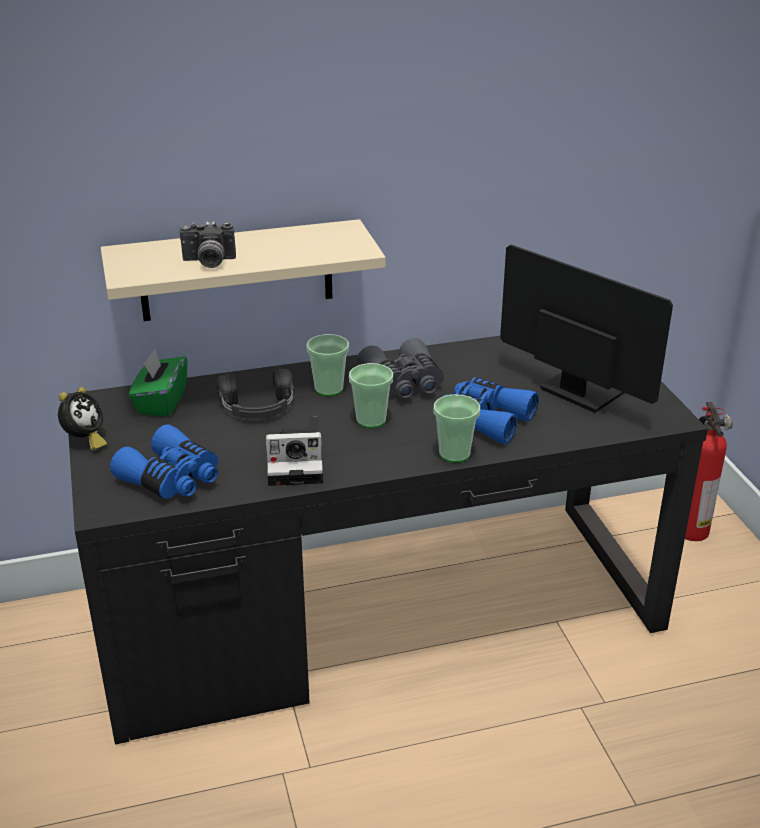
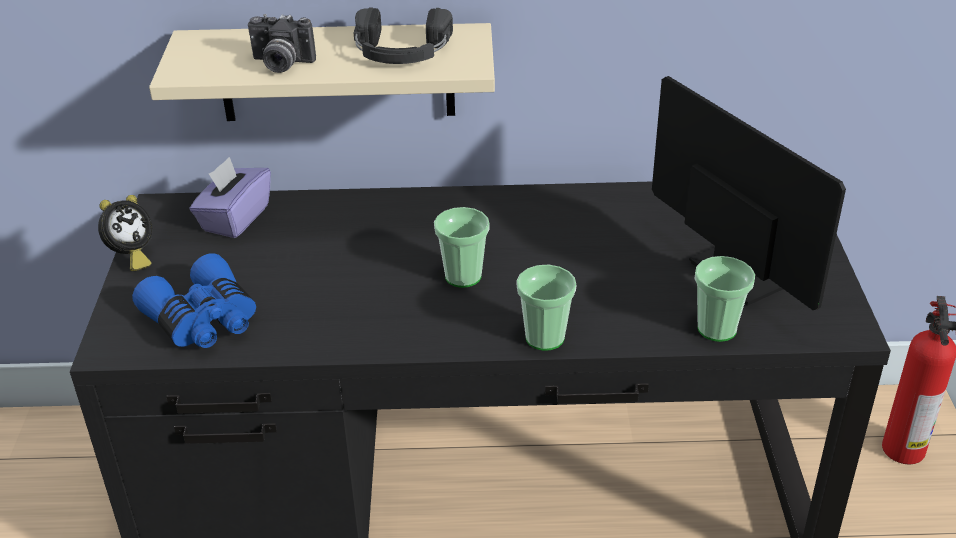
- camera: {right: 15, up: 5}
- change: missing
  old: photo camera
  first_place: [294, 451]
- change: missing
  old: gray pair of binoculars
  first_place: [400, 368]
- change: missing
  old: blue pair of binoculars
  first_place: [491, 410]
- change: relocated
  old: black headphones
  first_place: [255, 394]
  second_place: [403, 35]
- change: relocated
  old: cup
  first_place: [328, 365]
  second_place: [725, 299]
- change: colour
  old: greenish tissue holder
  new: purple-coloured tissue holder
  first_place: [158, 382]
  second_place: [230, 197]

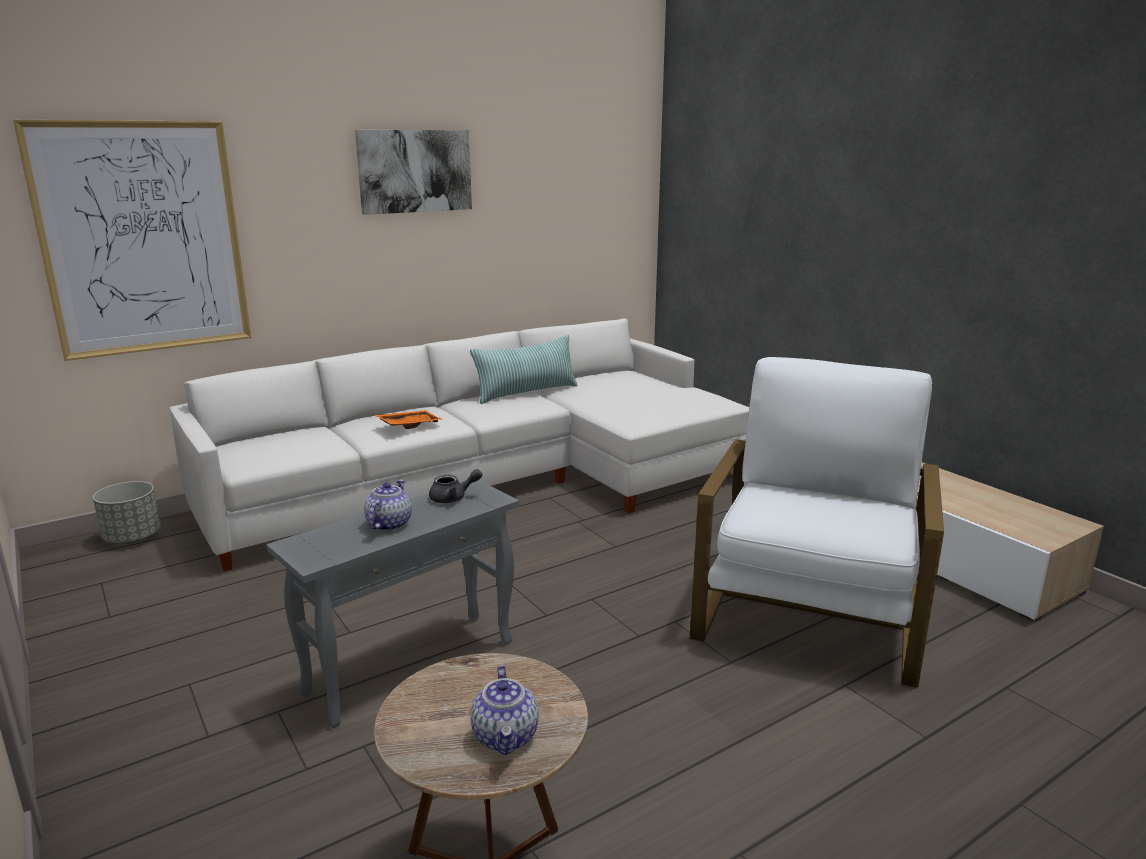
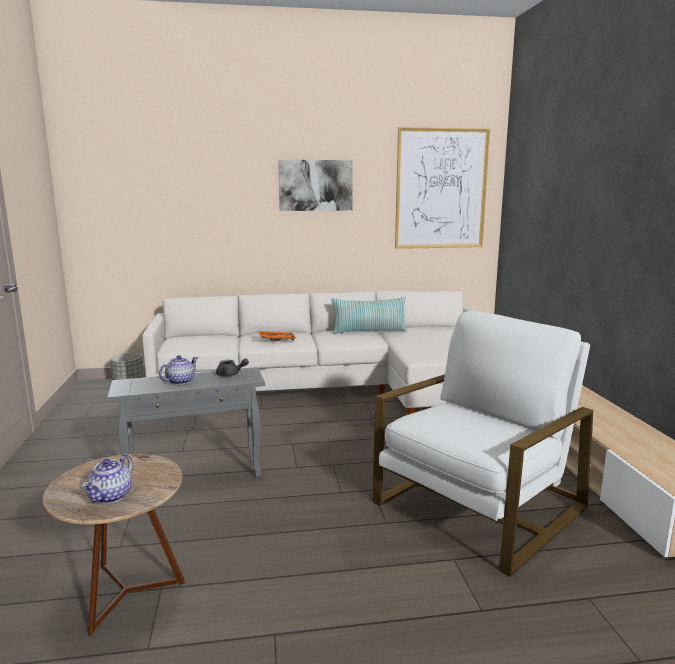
- camera: {right: 25, up: -5}
- change: relocated
  old: wall art
  first_place: [132, 240]
  second_place: [442, 188]

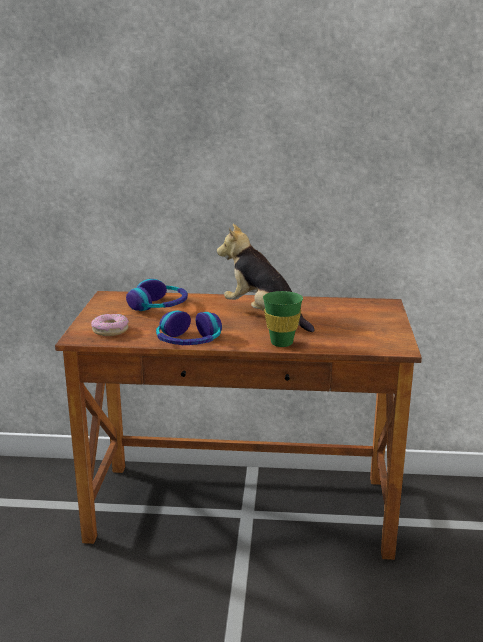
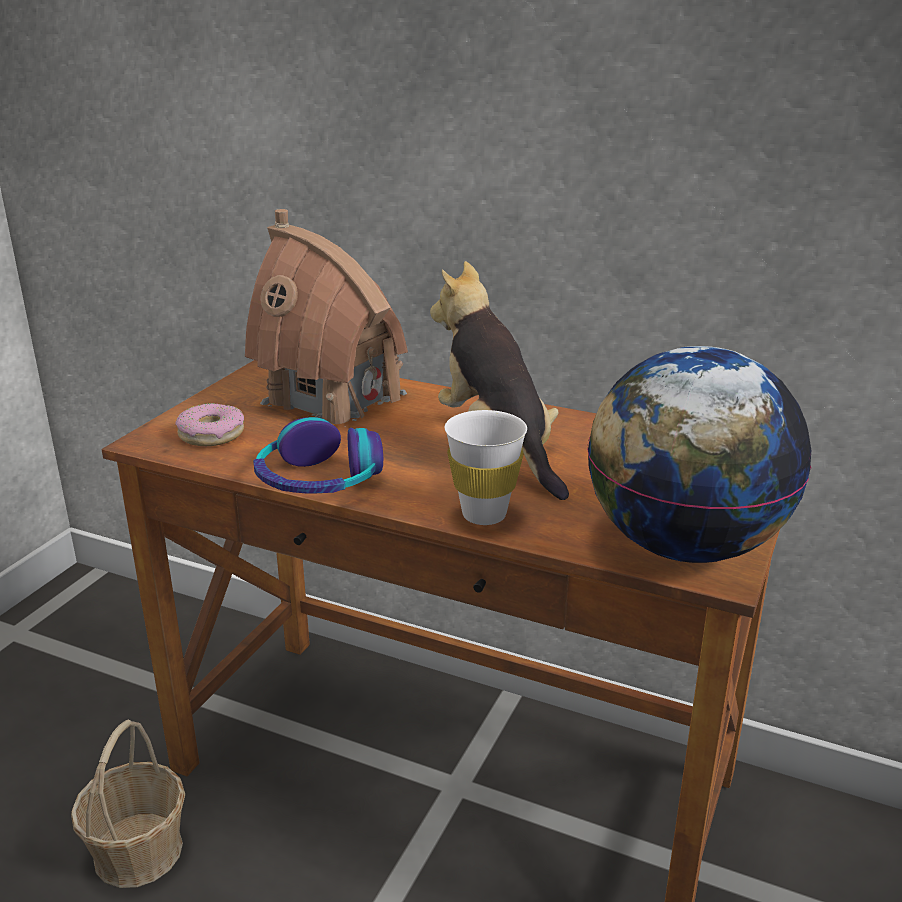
- camera: {right: 20, up: 5}
- change: appeared
  new: storage basket
  second_place: [128, 804]
- change: appeared
  new: desk globe
  second_place: [699, 454]
- change: exchanged
  old: headphones
  new: toy house
  first_place: [157, 295]
  second_place: [326, 318]
- change: colour
  old: greenish cup
  new: whitish cup
  first_place: [283, 319]
  second_place: [486, 467]

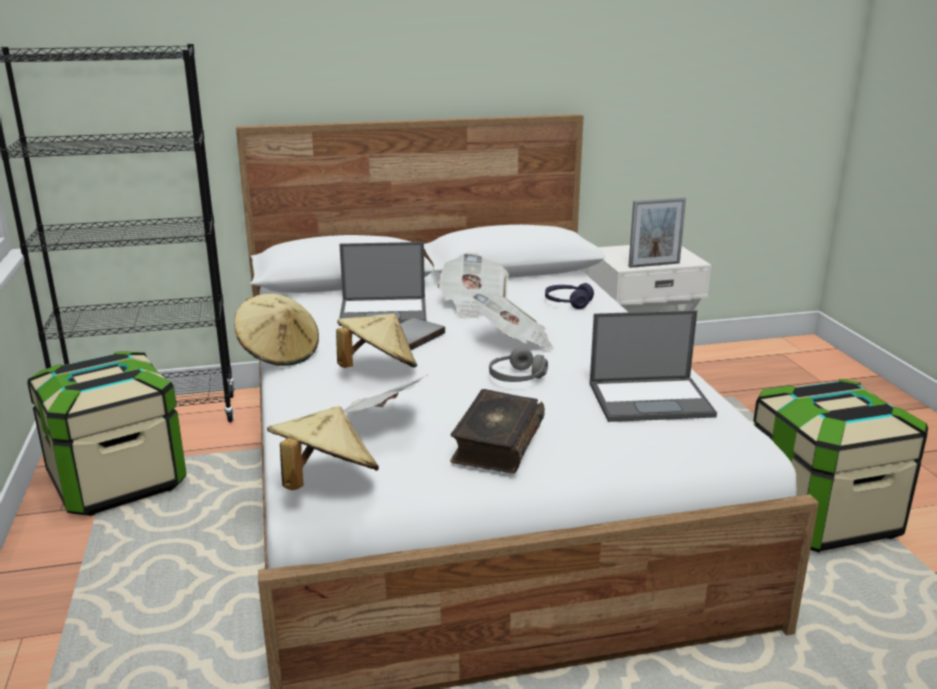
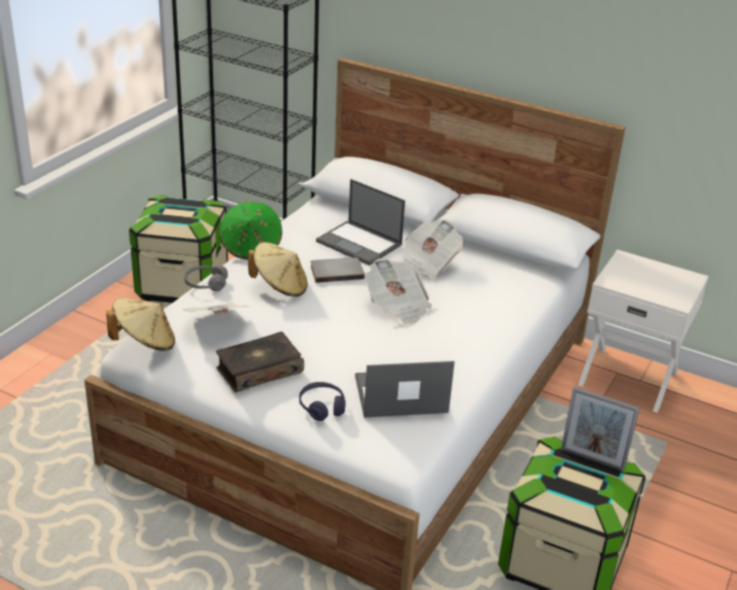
- camera: {right: 40, up: 10}
- change: relocated
  old: gray headphones
  first_place: [518, 364]
  second_place: [206, 278]
- change: relocated
  old: purple-coloured headphones
  first_place: [569, 296]
  second_place: [322, 401]
- change: relocated
  old: picture frame
  first_place: [657, 233]
  second_place: [600, 429]
- change: colour
  old: beige clothing hat
  new: greenish clothing hat
  first_place: [276, 330]
  second_place: [250, 230]
- change: spun
  old: laptop
  first_place: [653, 366]
  second_place: [405, 389]
  degrees: 135

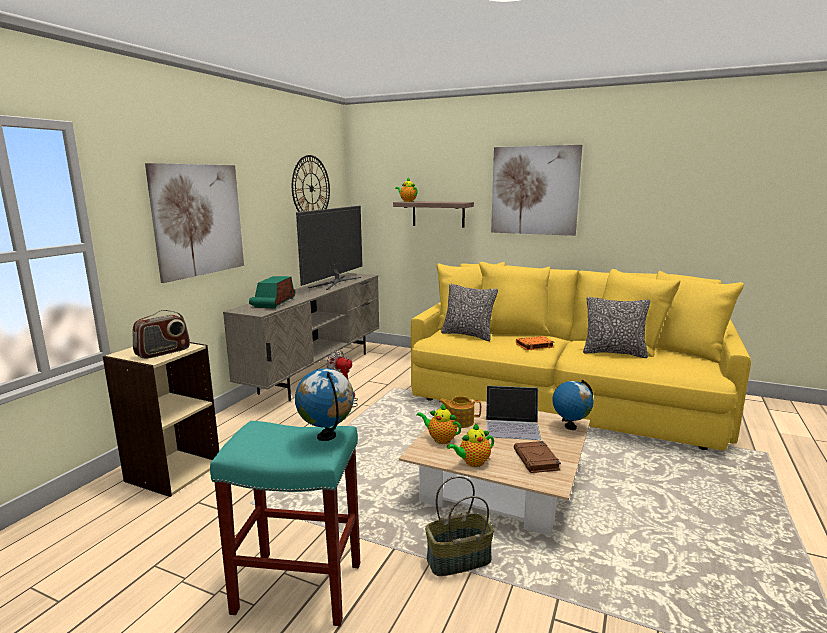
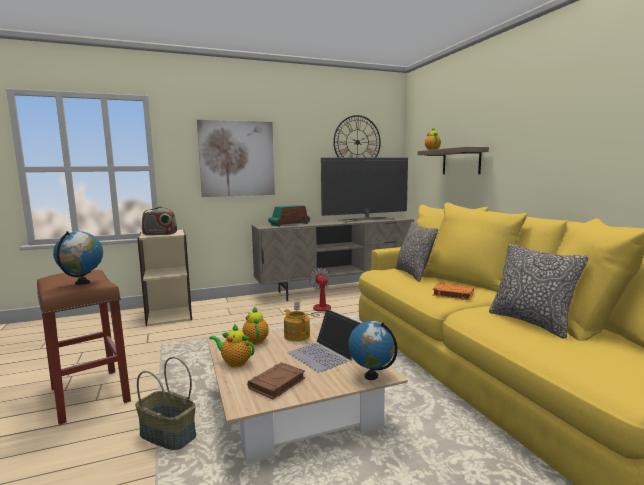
- camera: {right: 45, up: -5}
- change: missing
  old: wall art
  first_place: [536, 190]
- change: colour
  old: turquoise-coloured sitting stool
  new: brown-coloured sitting stool
  first_place: [285, 523]
  second_place: [84, 347]

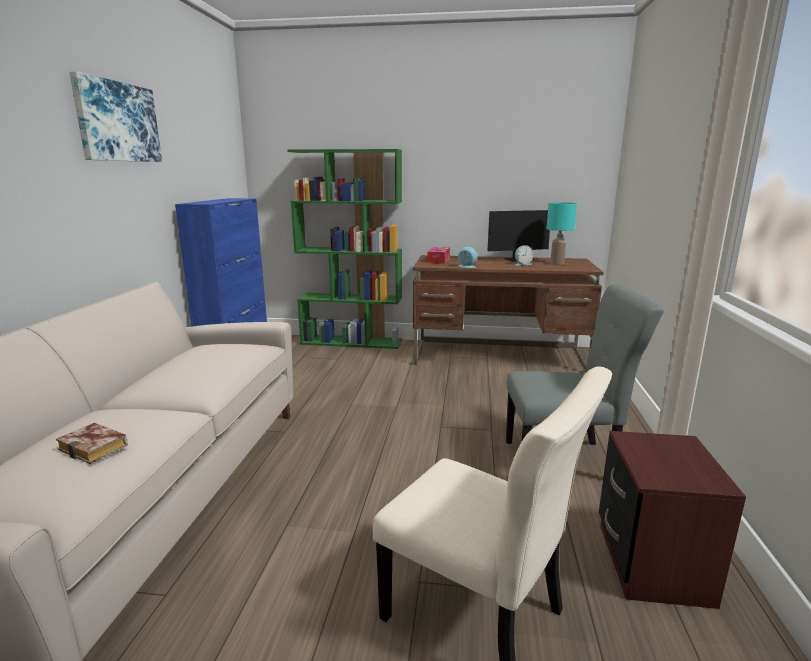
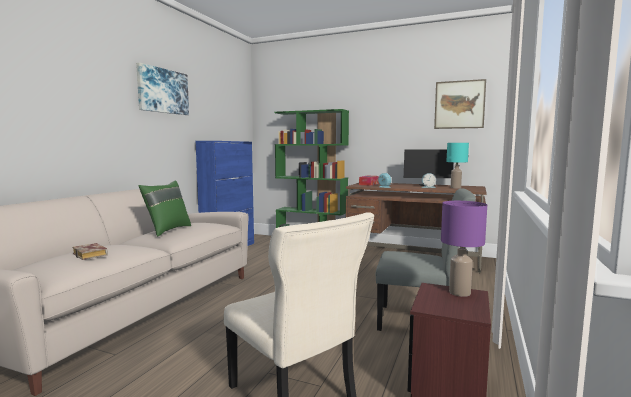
- camera: {right: 15, up: -10}
- change: appeared
  new: greenish pillow
  second_place: [164, 208]
- change: appeared
  new: wall art
  second_place: [460, 104]
- change: appeared
  new: purple-coloured tabletop lamp
  second_place: [464, 249]

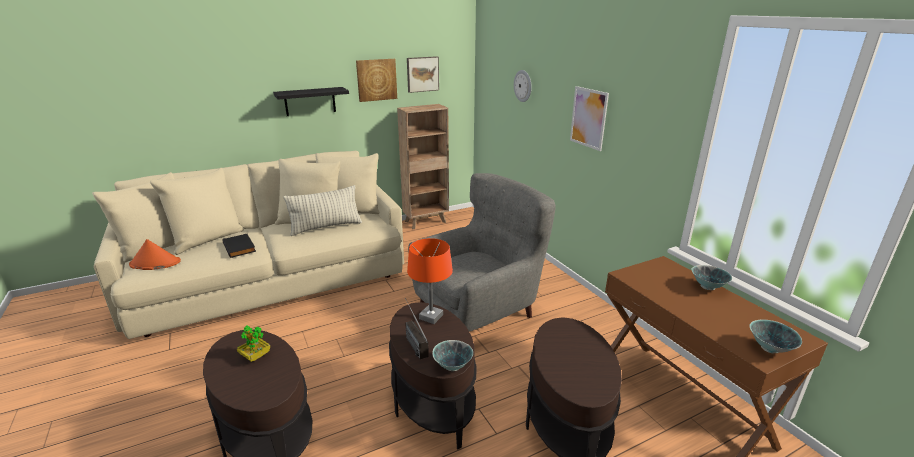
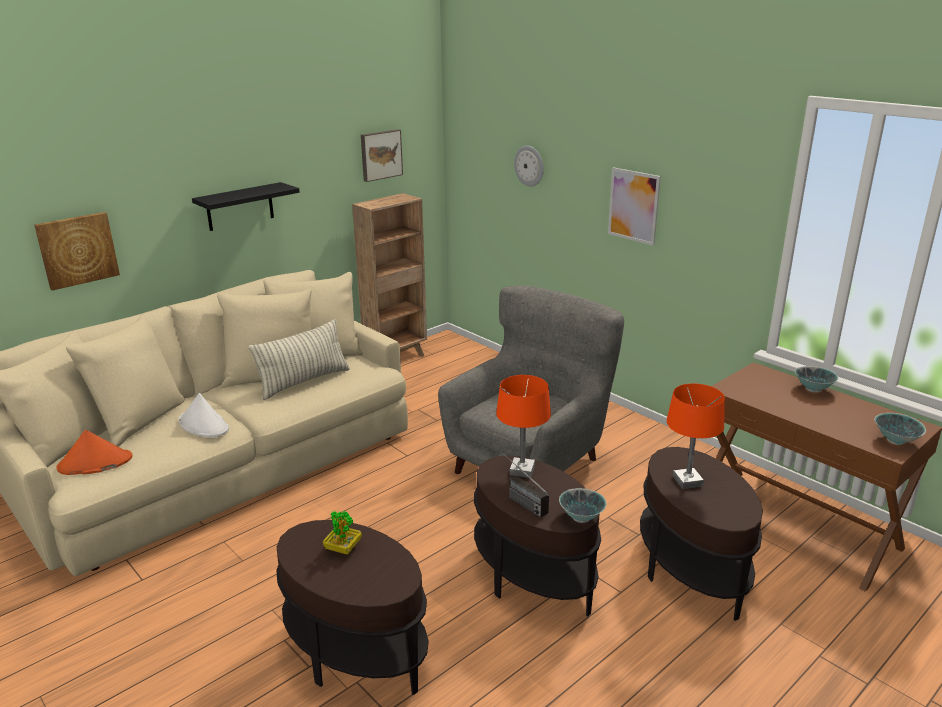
- camera: {right: -15, up: 0}
- change: appeared
  new: orange-coloured tabletop lamp
  second_place: [695, 436]
- change: relocated
  old: wall art
  first_place: [376, 80]
  second_place: [77, 251]
- change: exchanged
  old: black book
  new: whitish clothing hat
  first_place: [239, 246]
  second_place: [204, 415]

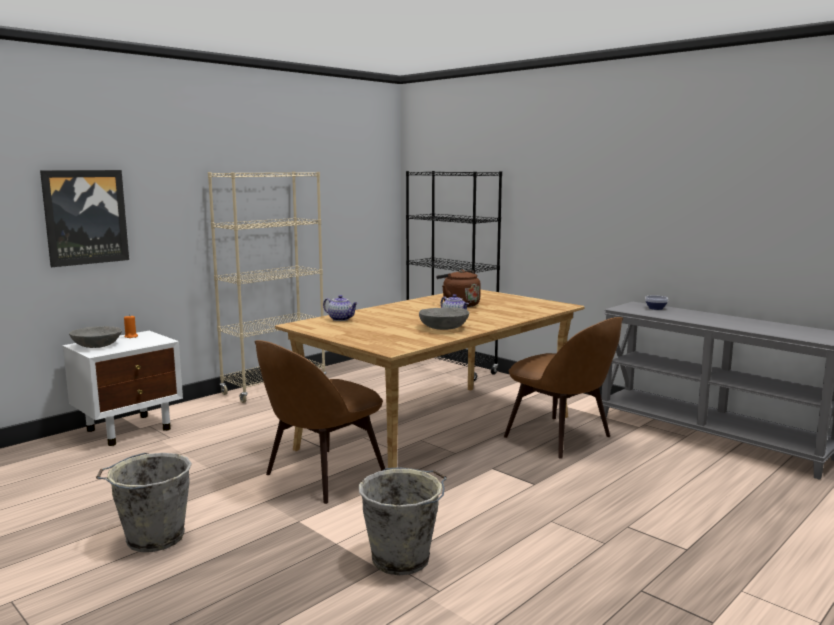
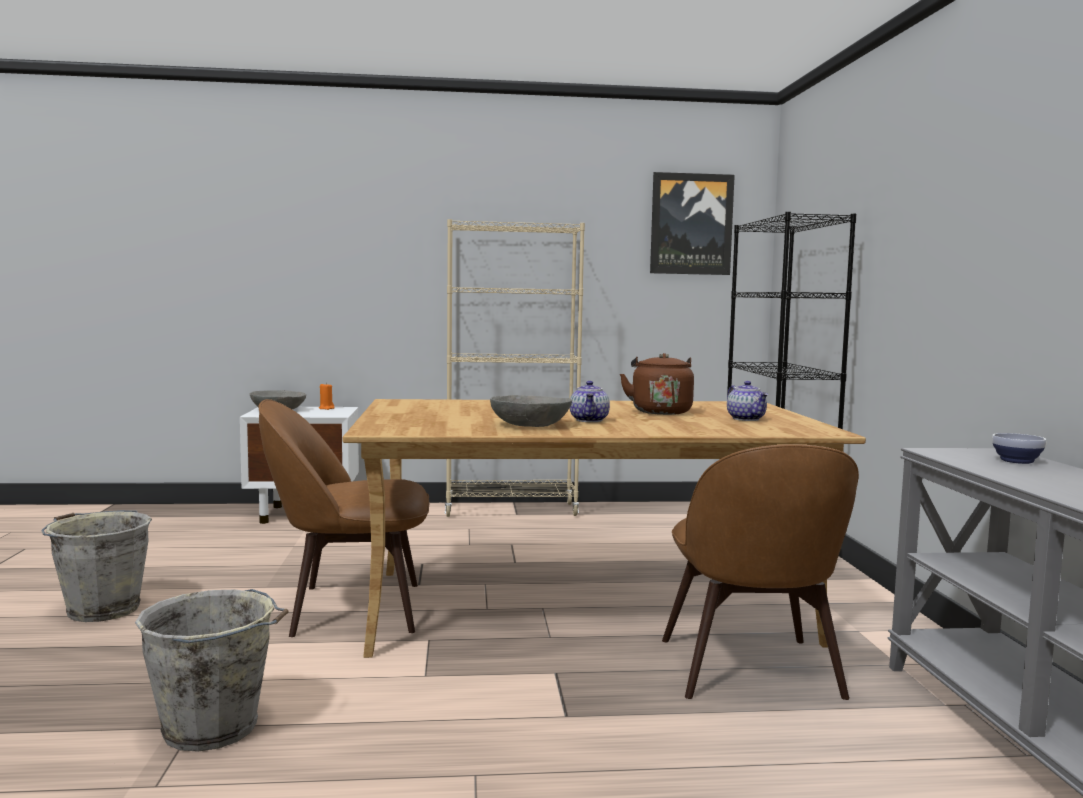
- camera: {right: 40, up: -5}
- change: relocated
  old: wall art
  first_place: [84, 218]
  second_place: [692, 223]
- change: relocated
  old: tea pot
  first_place: [340, 308]
  second_place: [747, 401]

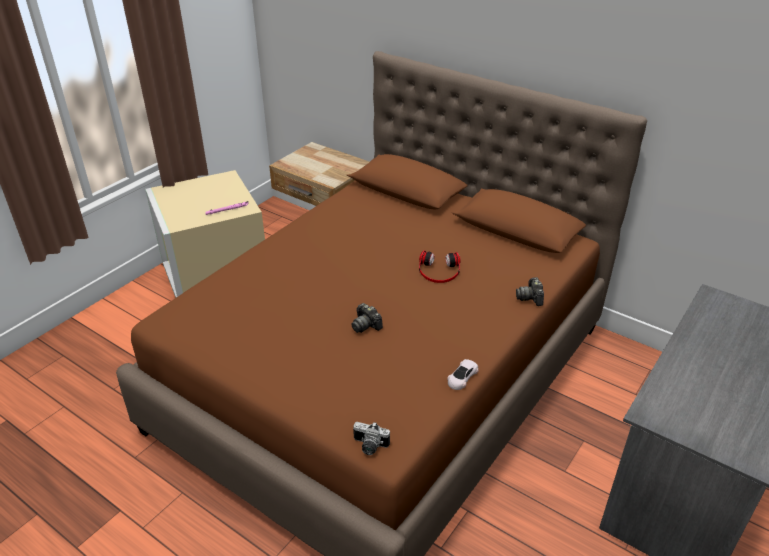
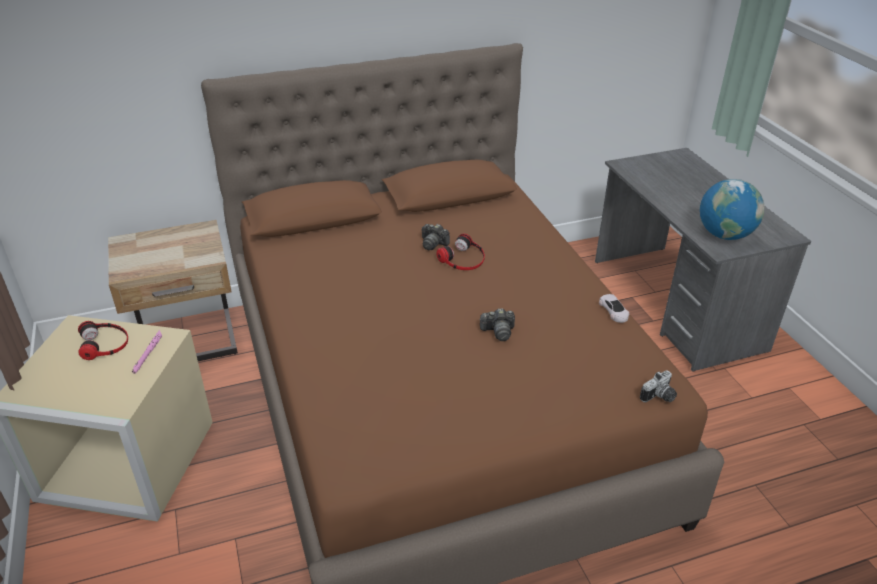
- camera: {right: -55, up: 0}
- change: appeared
  new: headphones
  second_place: [103, 340]
- change: appeared
  new: desk globe
  second_place: [732, 209]
- change: relocated
  old: photo camera
  first_place: [530, 291]
  second_place: [436, 237]

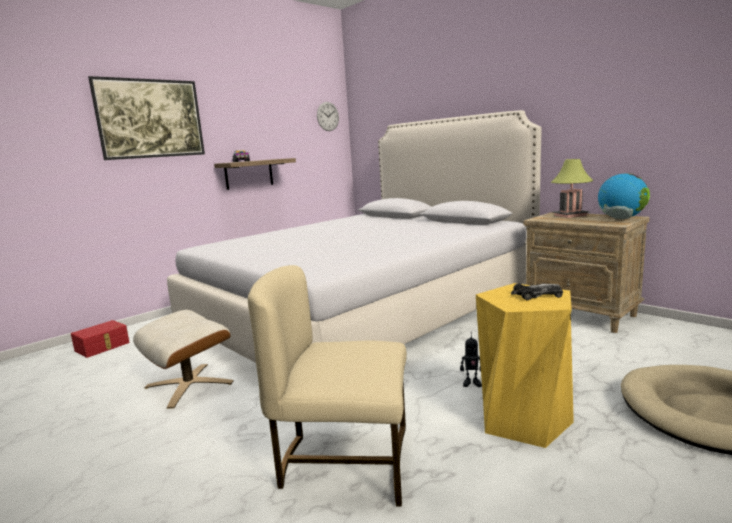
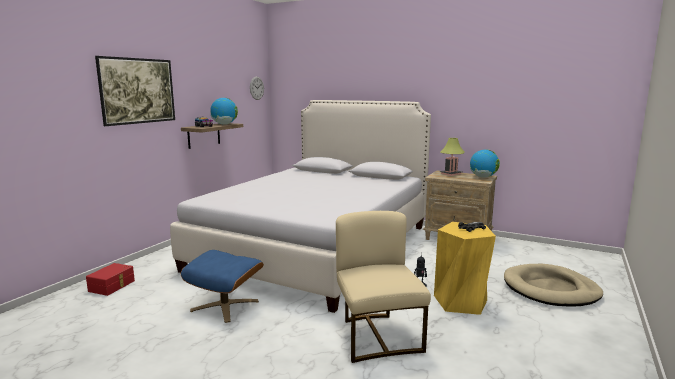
- camera: {right: -20, up: 0}
- change: appeared
  new: desk globe
  second_place: [224, 111]
- change: colour
  old: beige footrest
  new: blue footrest
  first_place: [183, 359]
  second_place: [222, 286]
- change: spun
  old: beige chair
  first_place: [327, 386]
  second_place: [383, 287]
  degrees: 90

